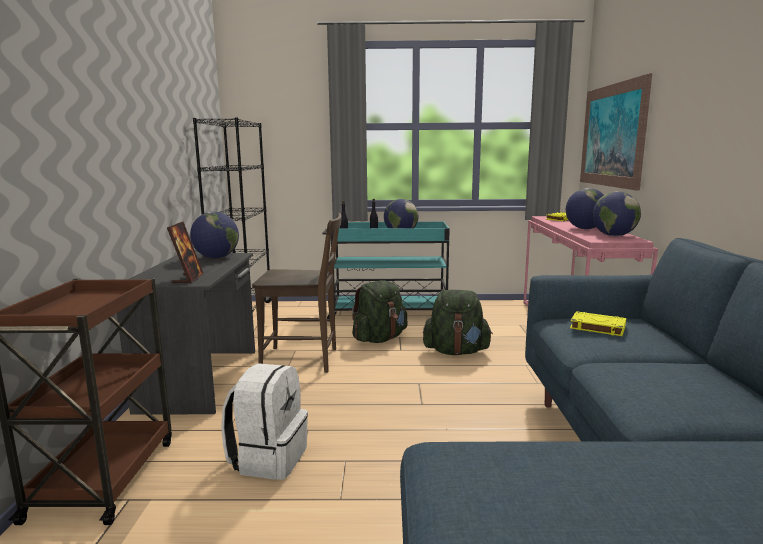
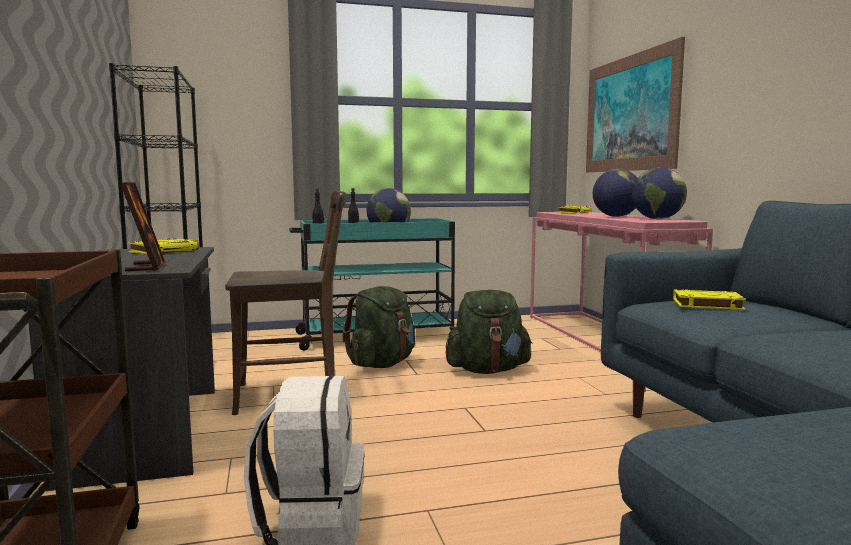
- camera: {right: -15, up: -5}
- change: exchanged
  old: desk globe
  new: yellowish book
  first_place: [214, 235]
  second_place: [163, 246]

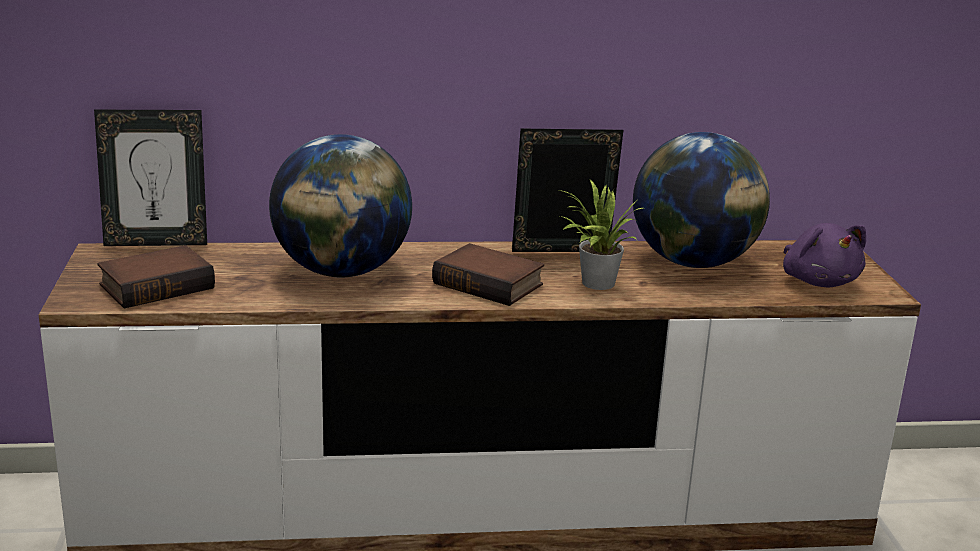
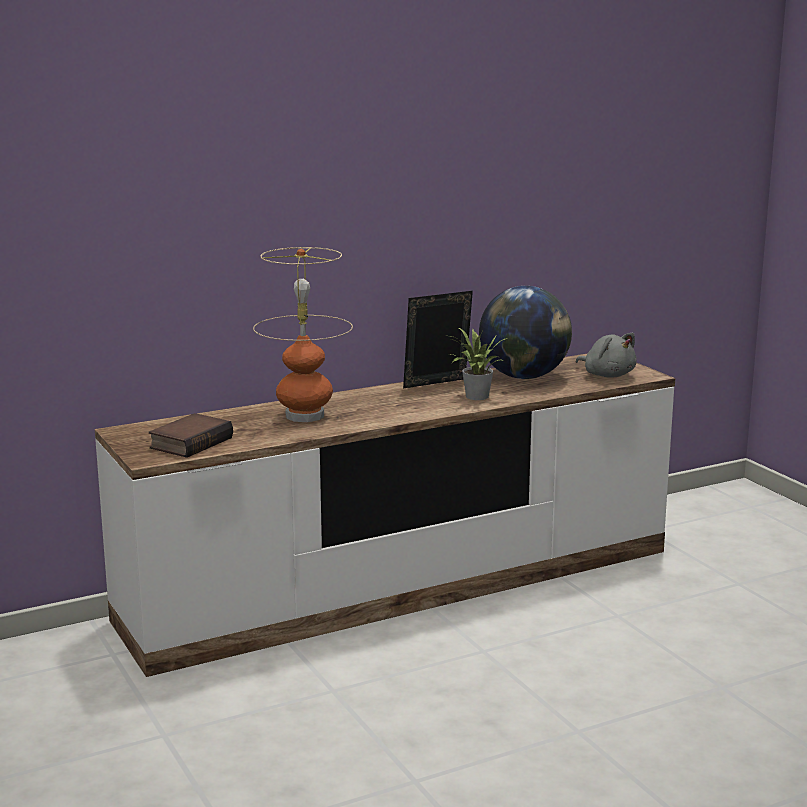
- camera: {right: -20, up: -5}
- change: missing
  old: picture frame
  first_place: [150, 178]
- change: missing
  old: book
  first_place: [488, 274]
- change: exchanged
  old: desk globe
  new: tabletop lamp
  first_place: [340, 205]
  second_place: [303, 334]
- change: colour
  old: purple-coloured plush toy
  new: gray plush toy
  first_place: [824, 255]
  second_place: [606, 355]

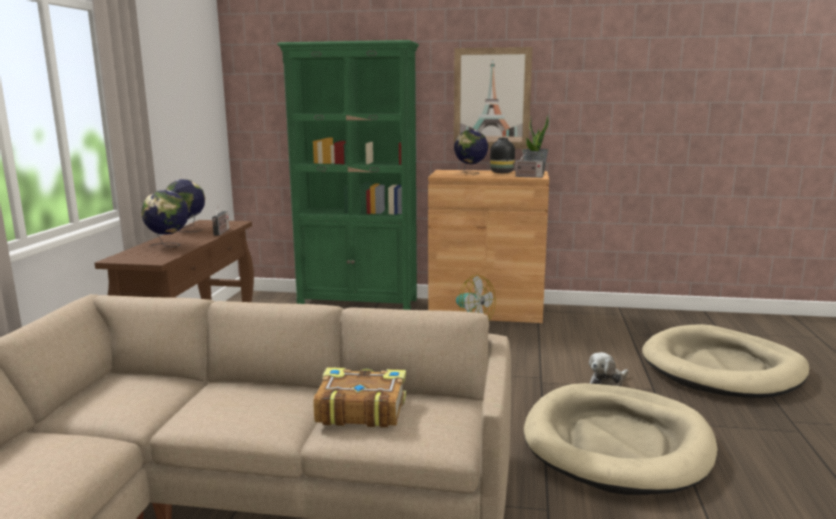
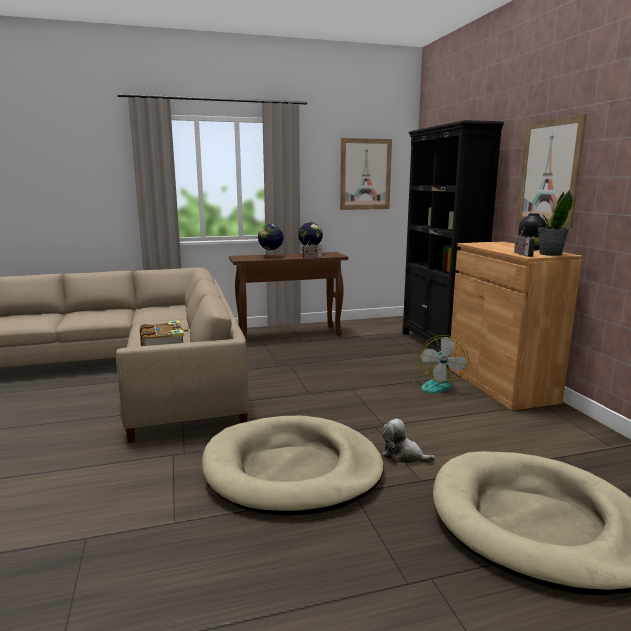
- camera: {right: 65, up: 0}
- change: missing
  old: desk globe
  first_place: [471, 152]
- change: appeared
  new: wall art
  second_place: [366, 174]
- change: colour
  old: greenish shelving unit
  new: black shelving unit
  first_place: [348, 175]
  second_place: [453, 234]

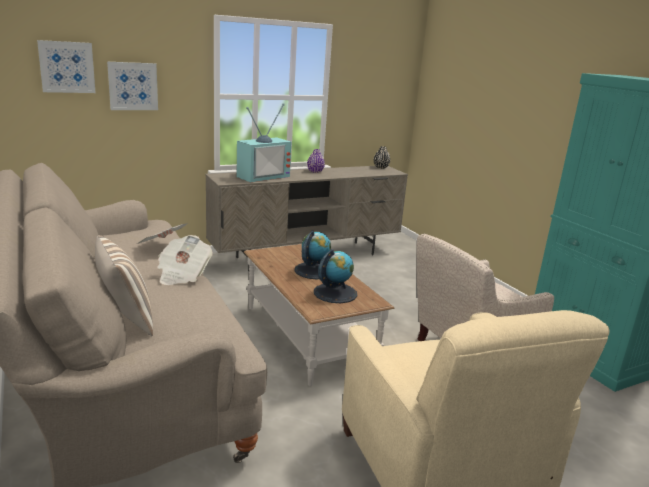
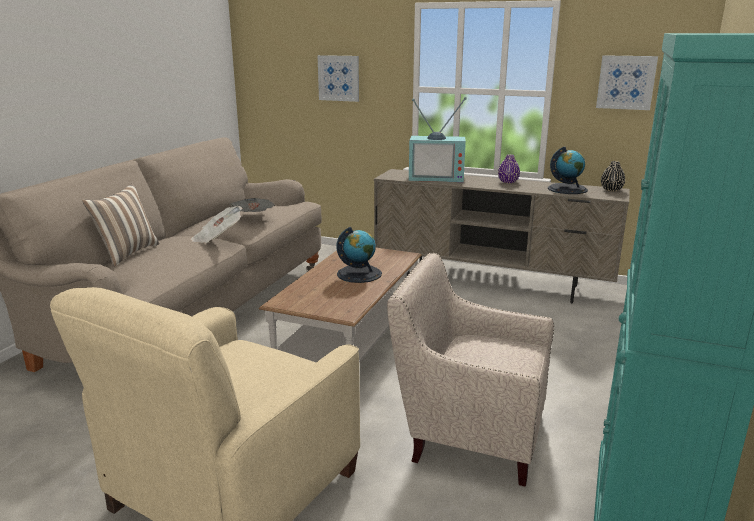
- camera: {right: 50, up: 0}
- change: relocated
  old: wall art
  first_place: [66, 66]
  second_place: [627, 82]
- change: relocated
  old: desk globe
  first_place: [335, 276]
  second_place: [568, 170]

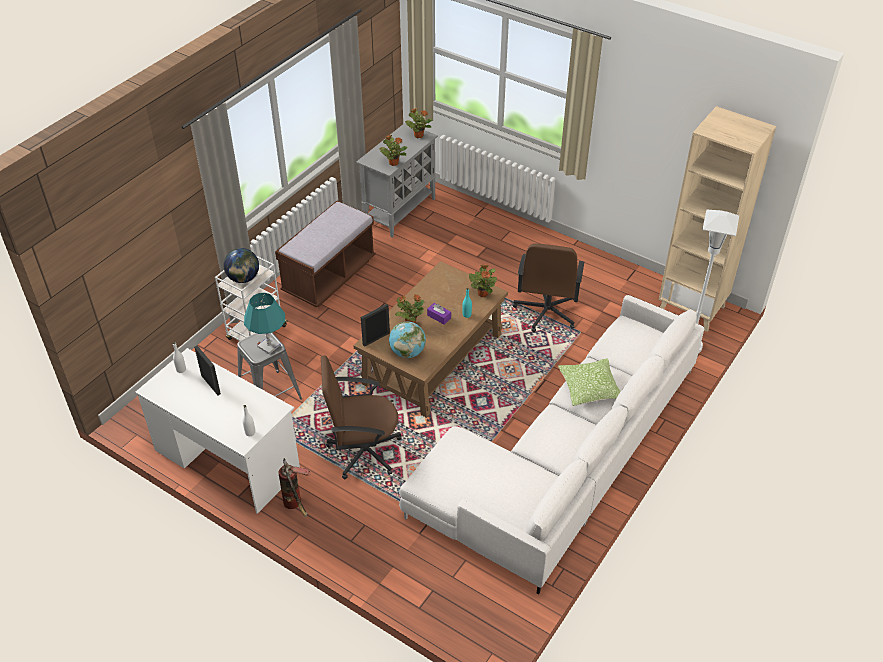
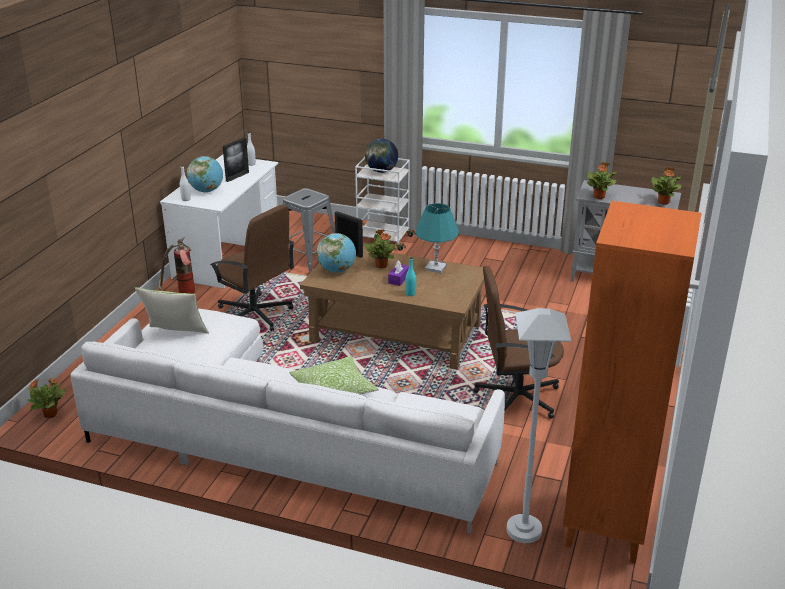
- camera: {right: 75, up: -15}
- change: missing
  old: brown-coloured long seat
  first_place: [325, 254]
- change: appeared
  new: pillow
  second_place: [172, 310]
- change: appeared
  new: desk globe
  second_place: [205, 174]
- change: relocated
  old: turquoise-coloured tabletop lamp
  first_place: [264, 323]
  second_place: [437, 238]
- change: relocated
  old: houseplant
  first_place: [483, 280]
  second_place: [46, 398]
- change: colour
  old: beige shelving unit
  new: orange-coloured shelving unit
  first_place: [717, 219]
  second_place: [632, 382]
- change: spun
  old: brown-coloured computer chair
  first_place: [361, 417]
  second_place: [252, 268]
  degrees: 150

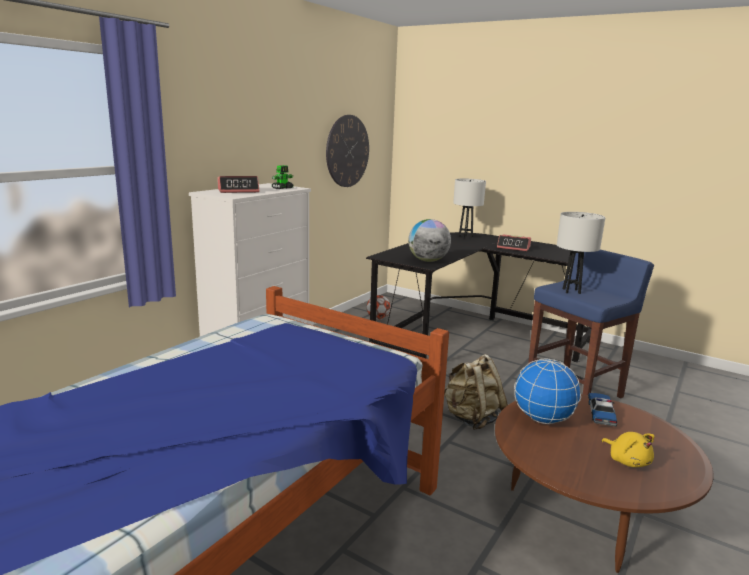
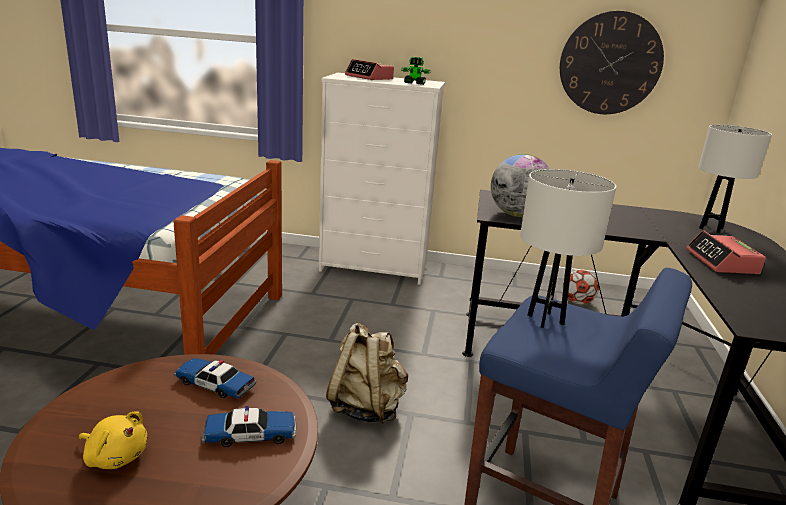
- camera: {right: 65, up: 5}
- change: exchanged
  old: desk globe
  new: miniature car
  first_place: [547, 391]
  second_place: [215, 378]
- change: spun
  old: yellowish plush toy
  first_place: [628, 449]
  second_place: [113, 440]
  degrees: -105

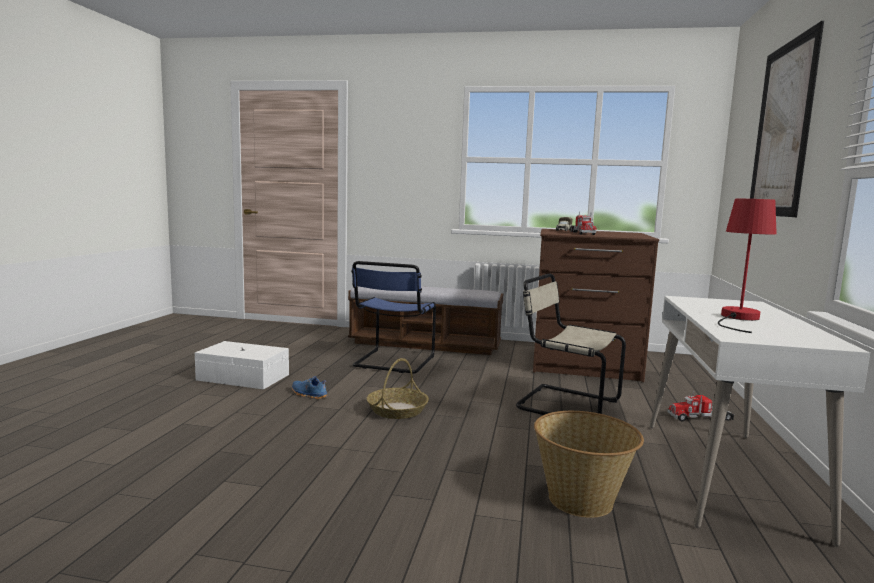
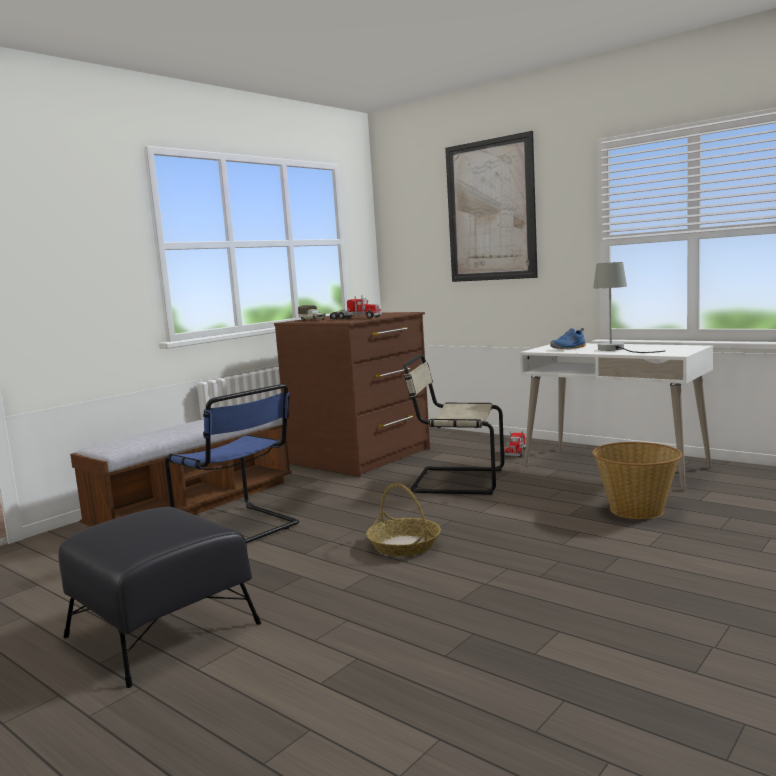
- camera: {right: -60, up: 0}
- change: relocated
  old: blue item of footwear
  first_place: [310, 388]
  second_place: [568, 339]
- change: exchanged
  old: whitish storage bin
  new: black footrest
  first_place: [242, 365]
  second_place: [159, 597]
- change: colour
  old: red tabletop lamp
  new: gray tabletop lamp
  first_place: [747, 265]
  second_place: [629, 307]
- change: spun
  old: beige chair
  first_place: [571, 344]
  second_place: [453, 424]
  degrees: 45

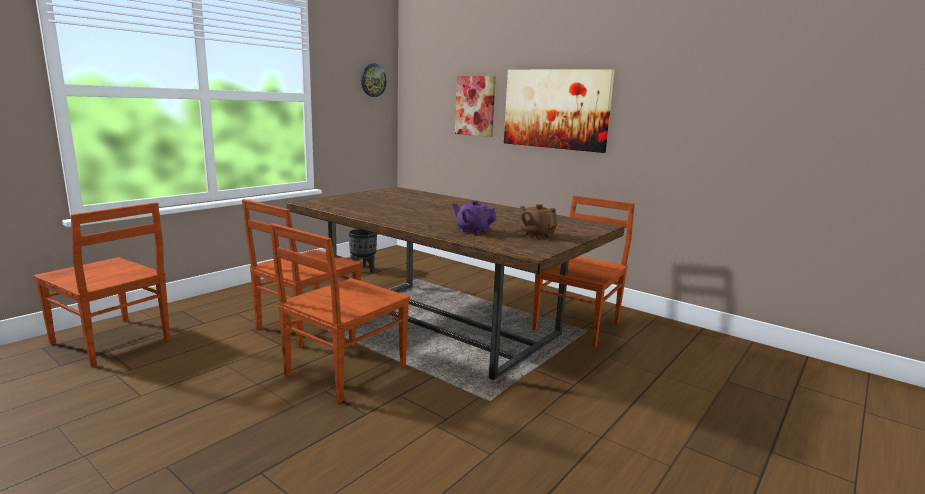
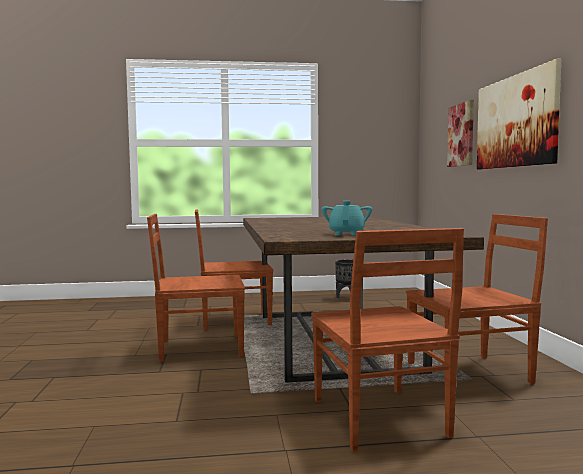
- camera: {right: 45, up: -10}
- change: missing
  old: wall clock
  first_place: [373, 80]
- change: missing
  old: purple-coloured tea pot
  first_place: [474, 217]
- change: relocated
  old: brown-coloured chair
  first_place: [101, 284]
  second_place: [387, 340]
- change: colour
  old: brown-coloured tea pot
  new: turquoise-coloured tea pot
  first_place: [538, 221]
  second_place: [347, 218]

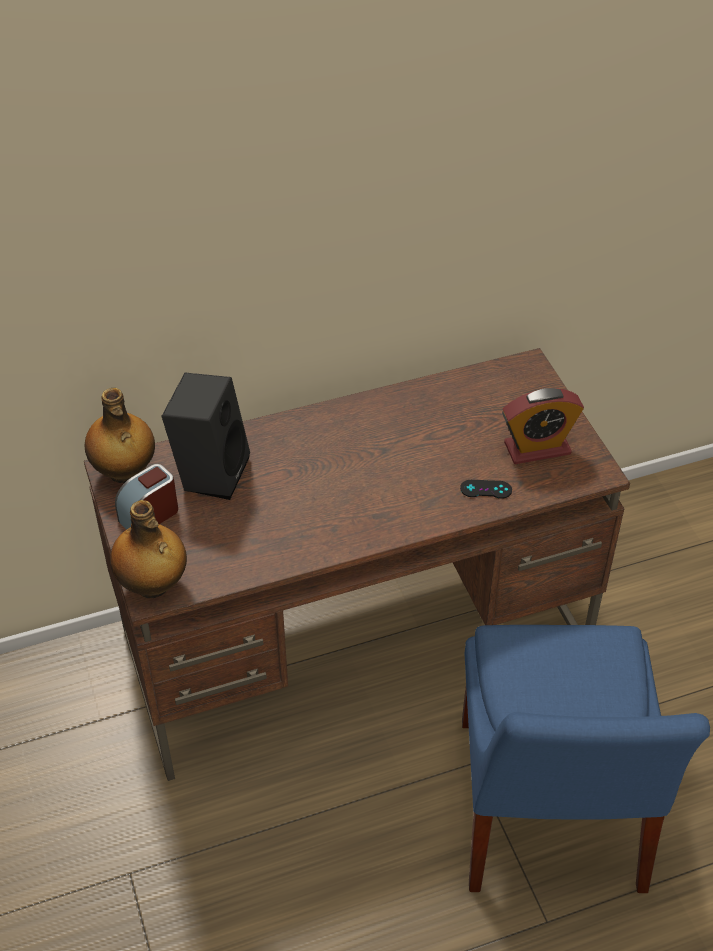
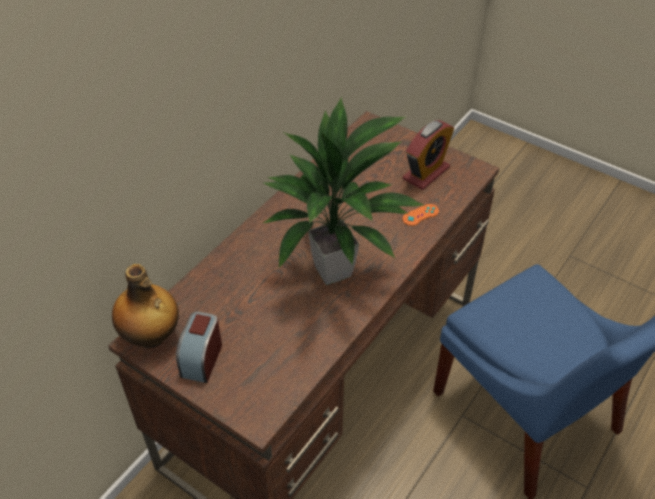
- camera: {right: -35, up: 0}
- change: missing
  old: bottle
  first_place: [148, 549]
- change: missing
  old: black audio speaker
  first_place: [206, 436]
- change: appeared
  new: houseplant
  second_place: [343, 191]
- change: colour
  old: black gamepad
  new: orange-coloured gamepad
  first_place: [486, 489]
  second_place: [420, 215]

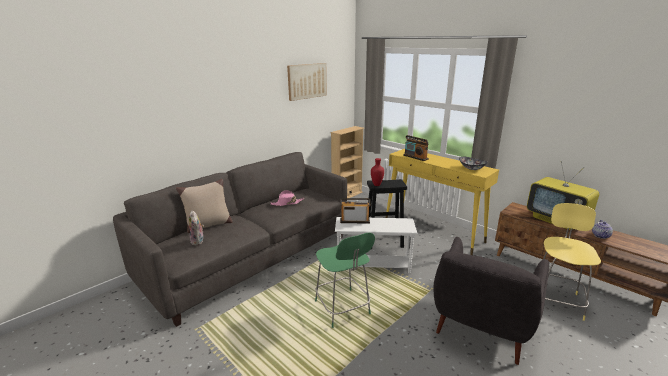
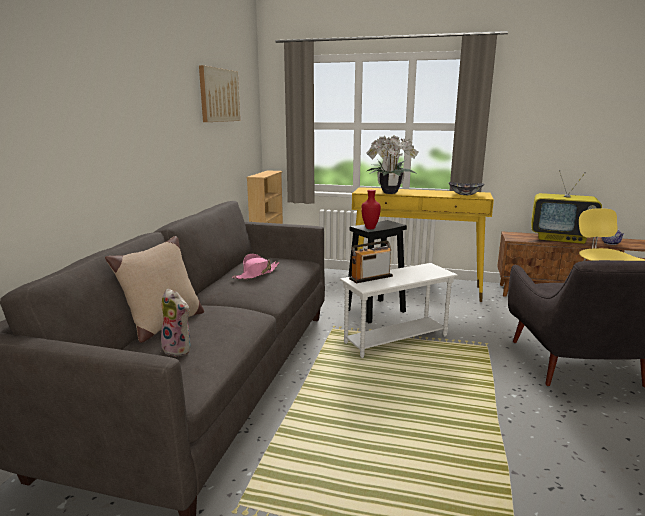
- camera: {right: -30, up: -5}
- change: missing
  old: greenish sitting stool
  first_place: [345, 280]
- change: exchanged
  old: radio receiver
  new: houseplant
  first_place: [416, 148]
  second_place: [393, 164]

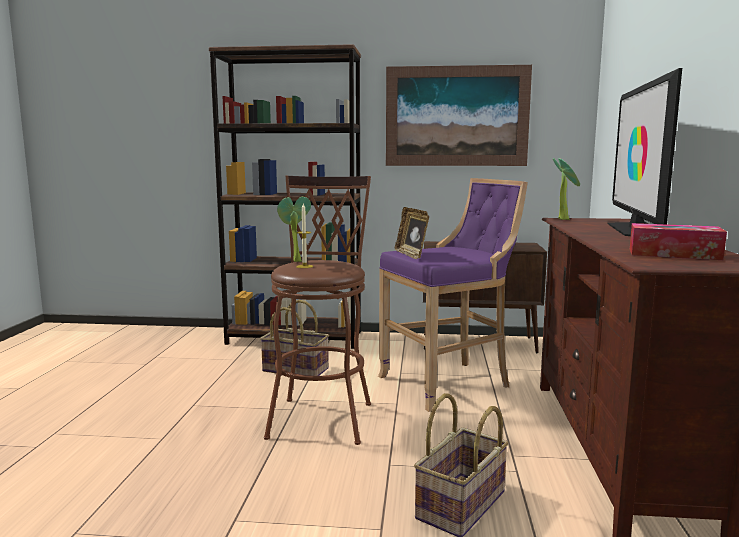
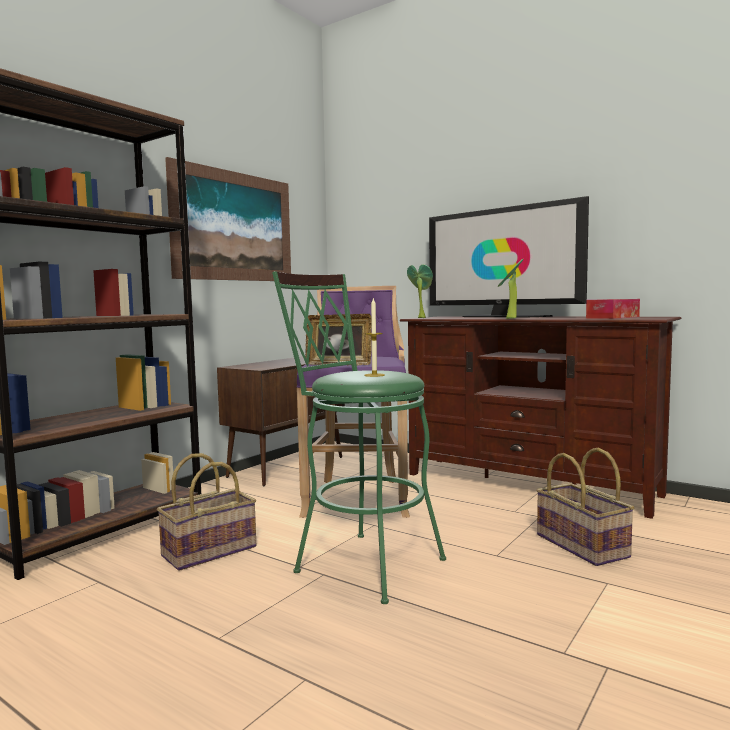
- camera: {right: -60, up: -5}
- change: relocated
  old: houseplant
  first_place: [294, 229]
  second_place: [510, 289]
- change: colour
  old: brown-coloured sitting stool
  new: greenish sitting stool
  first_place: [317, 310]
  second_place: [359, 437]

